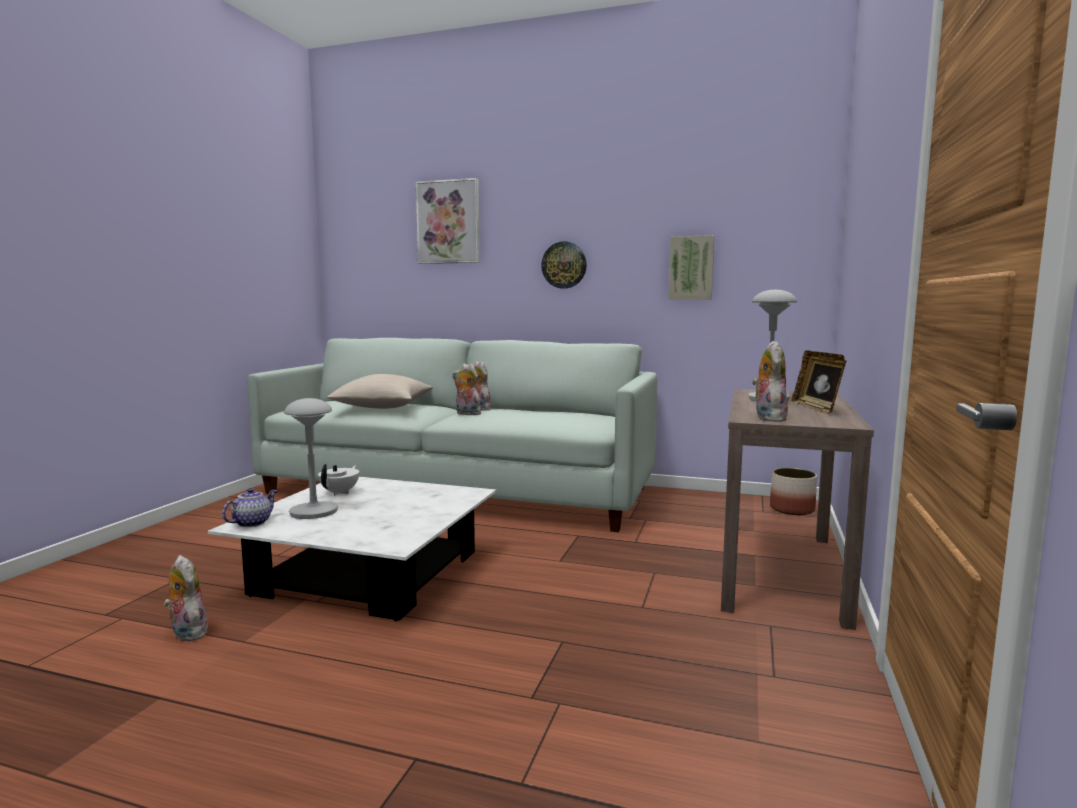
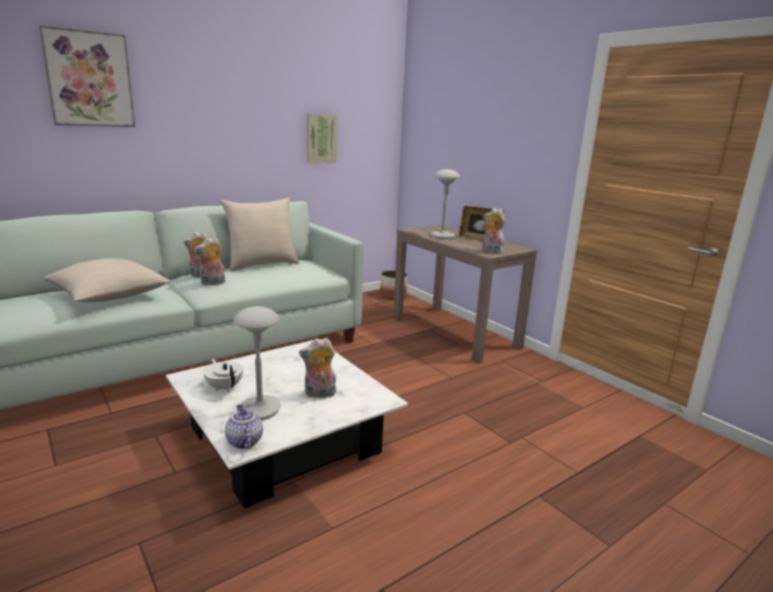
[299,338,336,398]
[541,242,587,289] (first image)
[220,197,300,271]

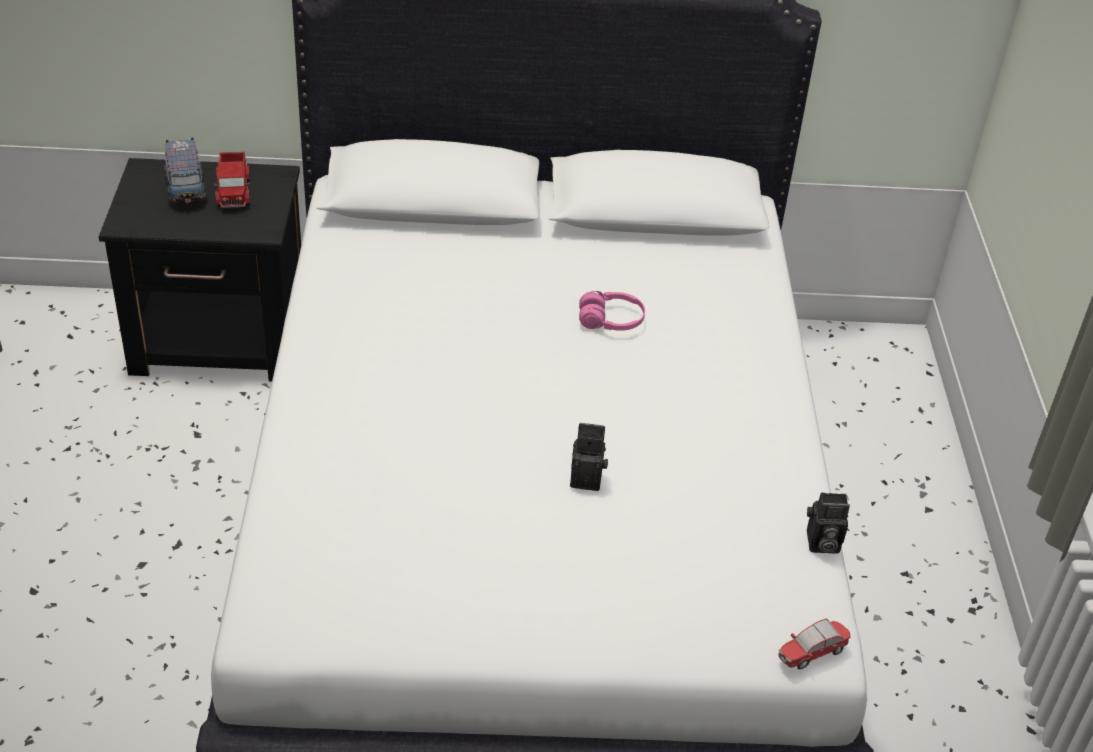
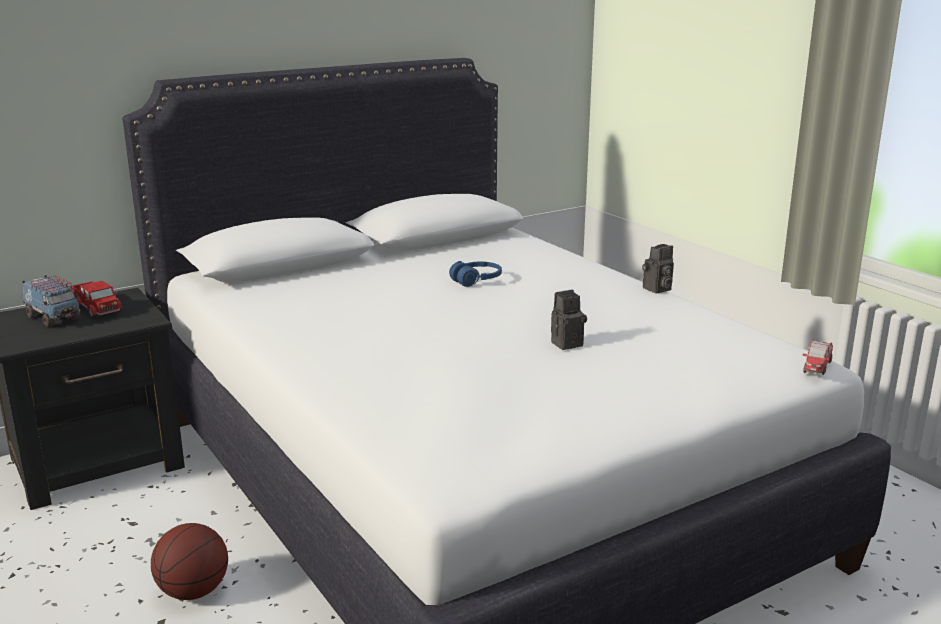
[449,261,502,287]
[642,244,674,294]
[151,523,228,600]

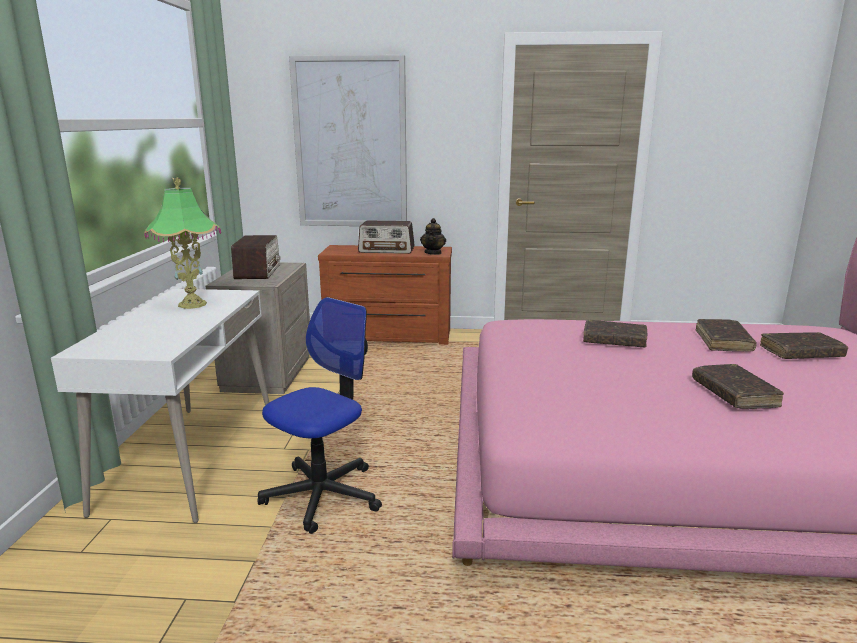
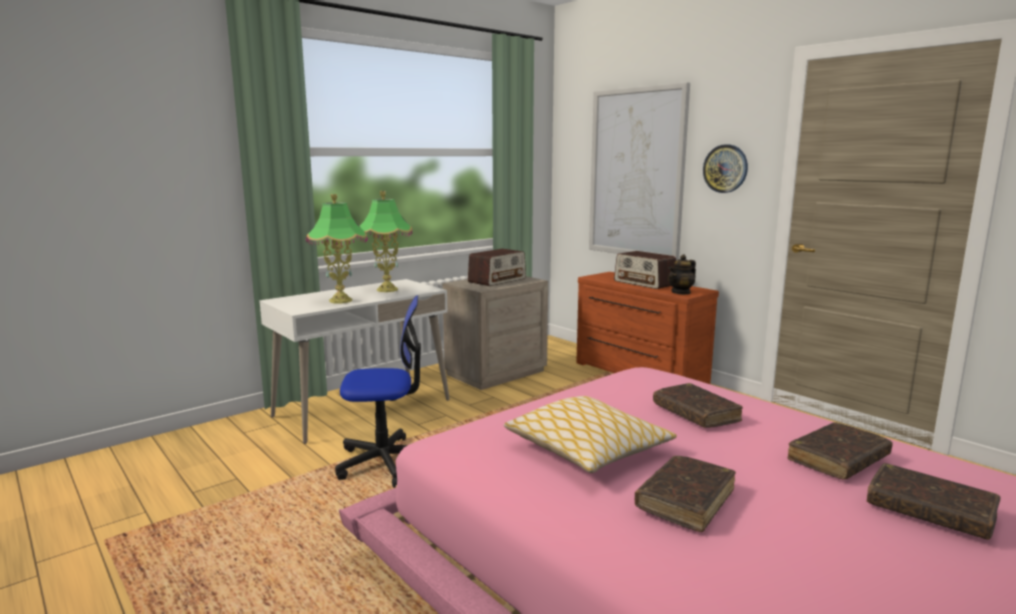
[306,194,368,303]
[504,396,677,473]
[703,145,748,193]

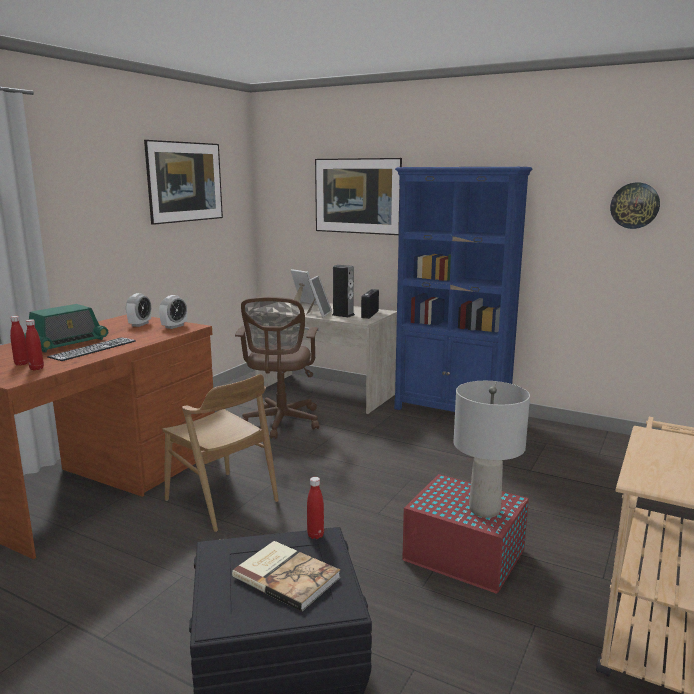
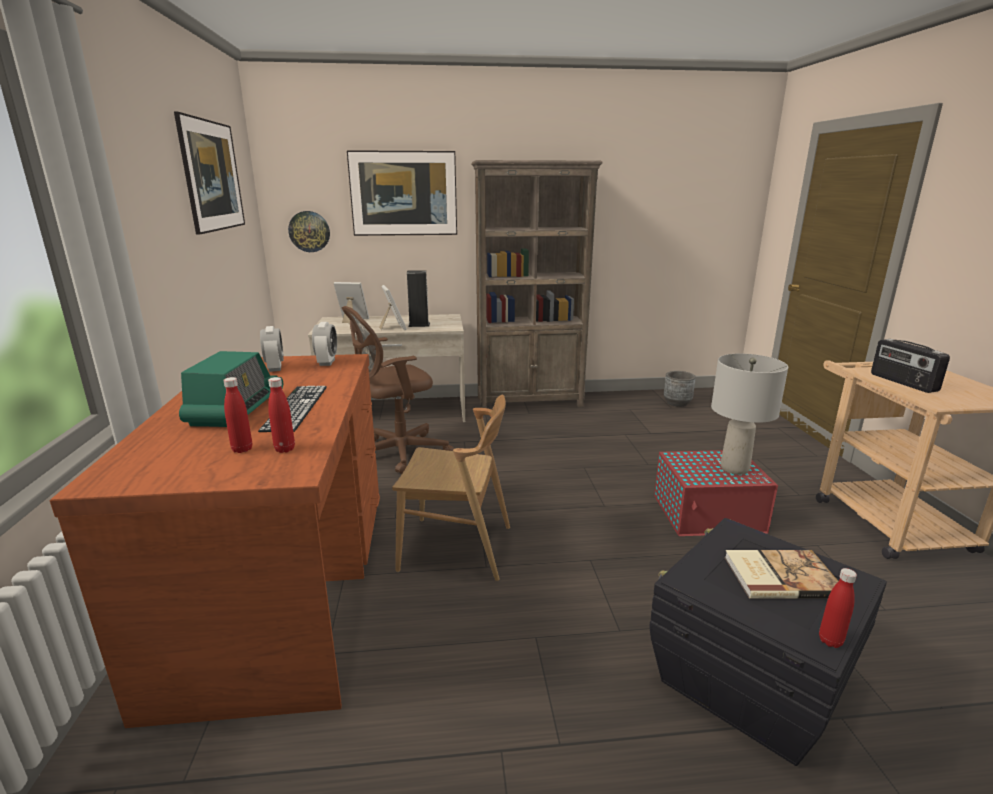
[342,306,454,474]
[819,568,857,648]
[871,339,950,393]
[471,160,603,408]
[288,211,330,252]
[664,371,696,407]

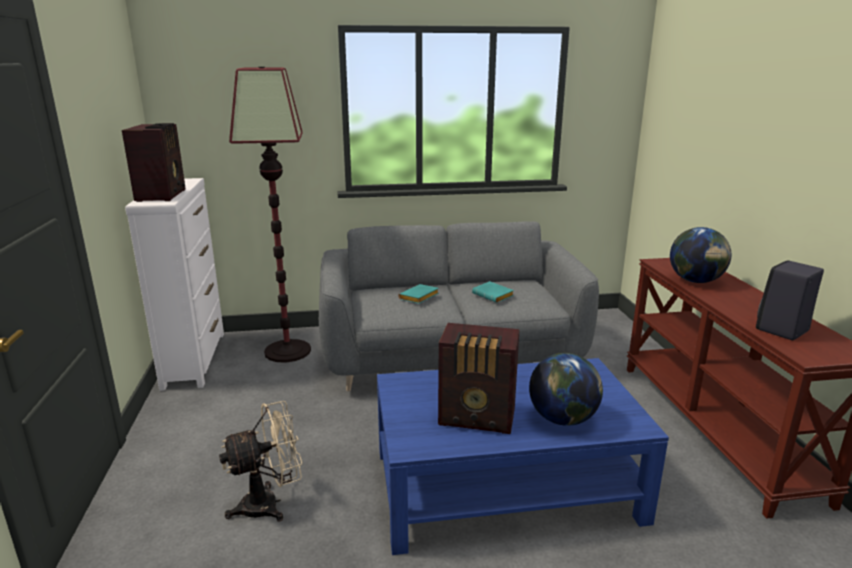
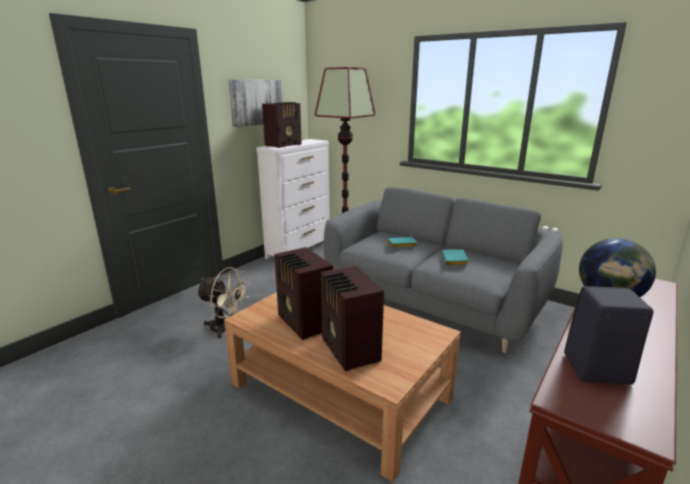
[224,292,461,482]
[321,266,384,371]
[229,80,283,127]

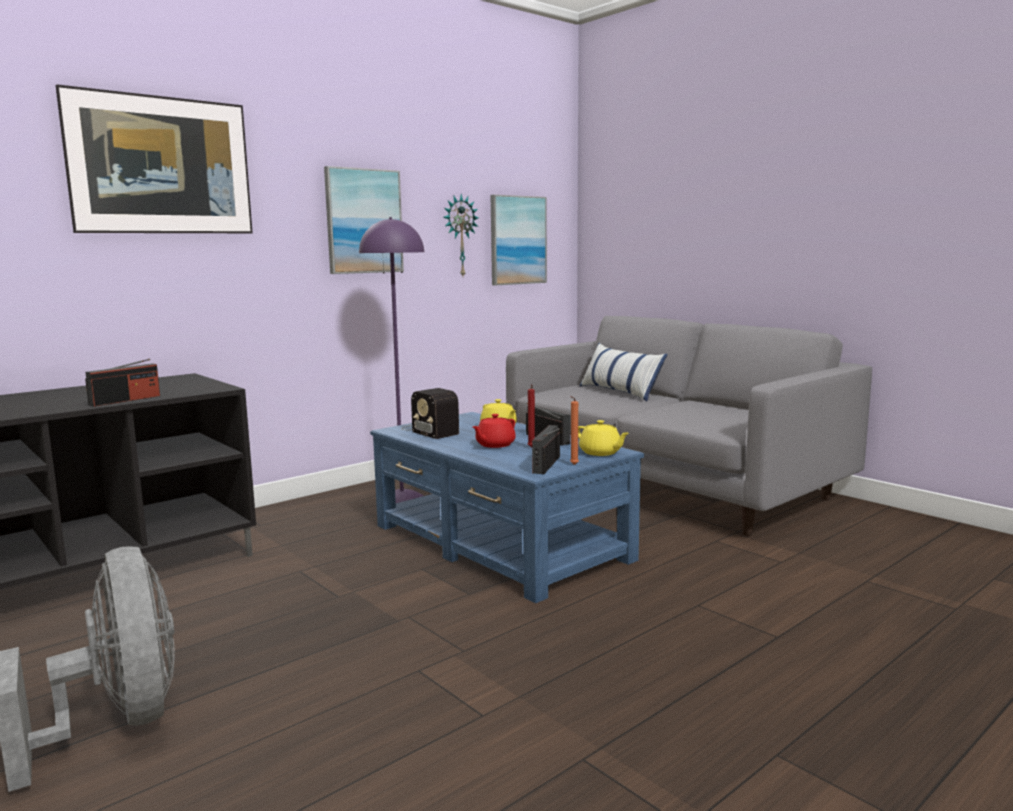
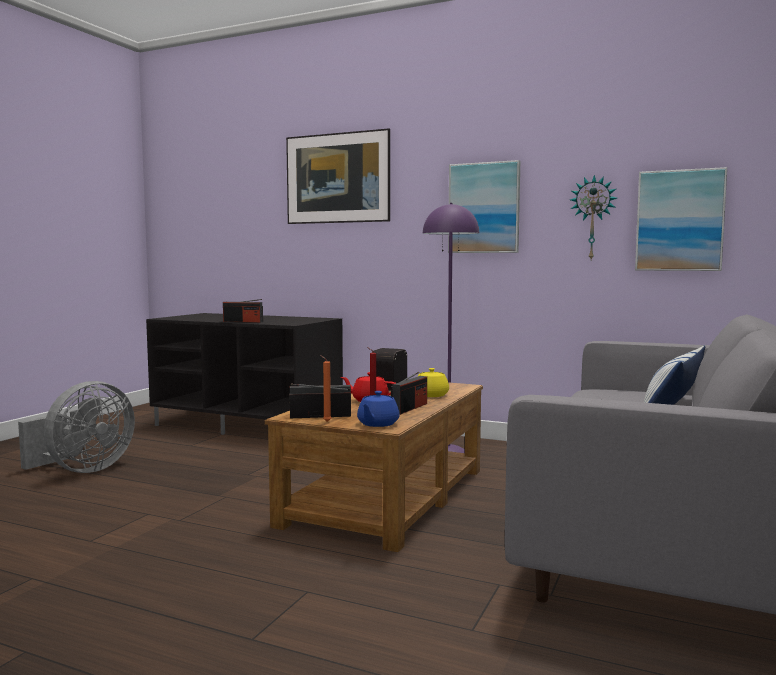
[265,382,483,552]
[357,391,400,427]

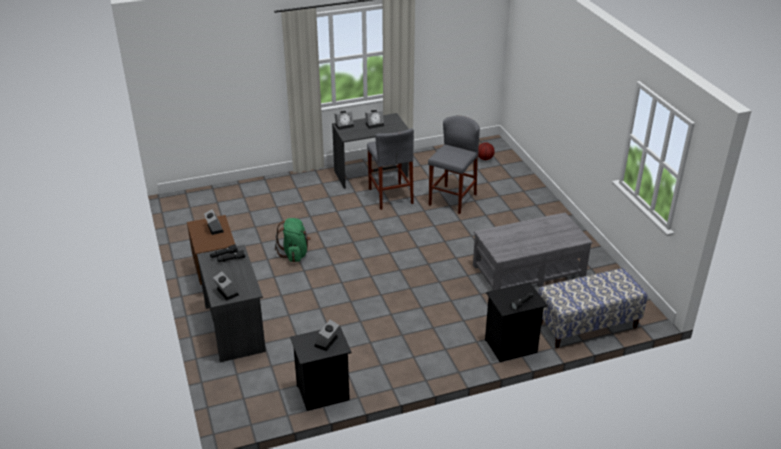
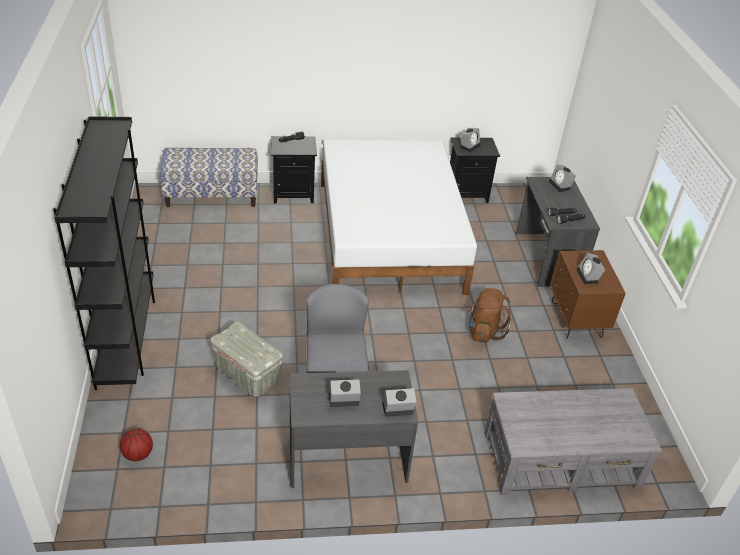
[467,288,511,343]
[210,322,283,396]
[484,388,662,495]
[53,116,155,390]
[321,140,477,295]

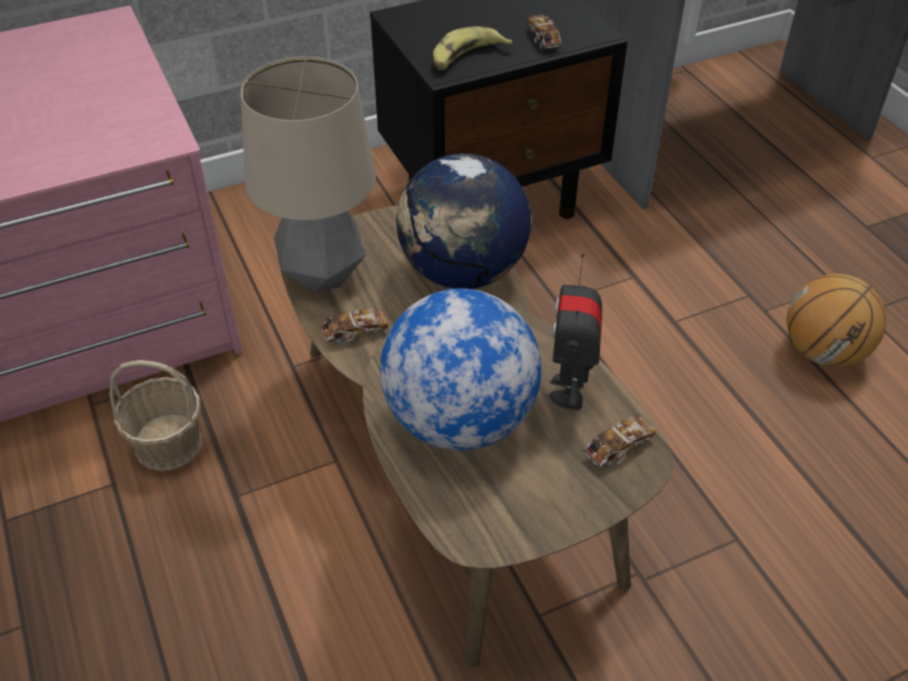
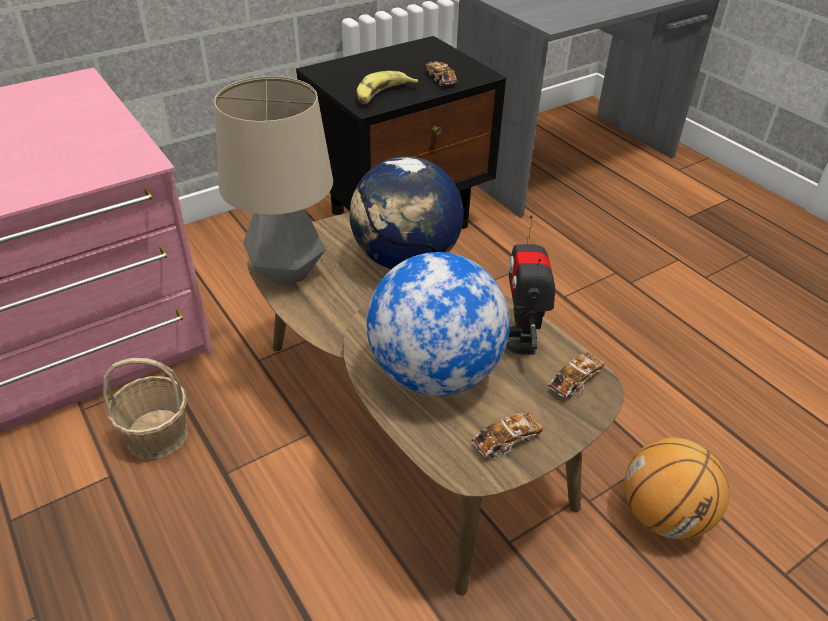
[471,412,543,458]
[625,437,730,539]

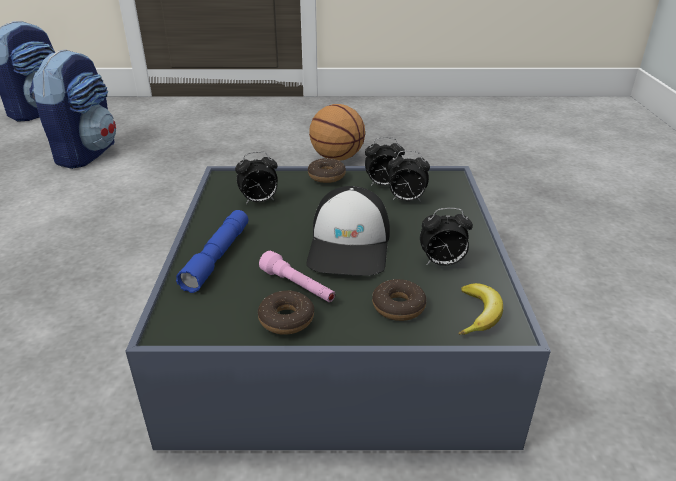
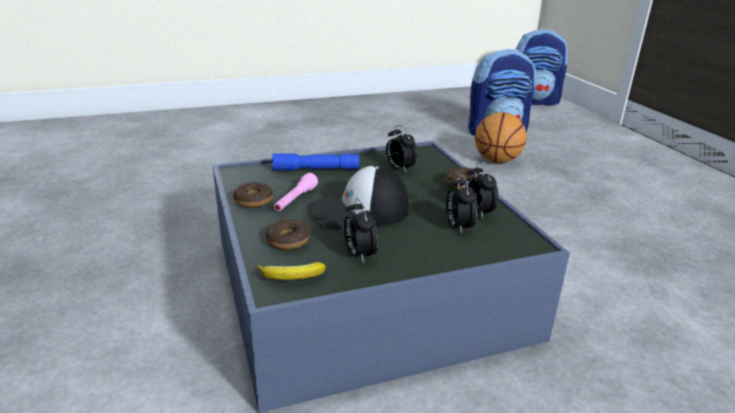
[475,112,527,163]

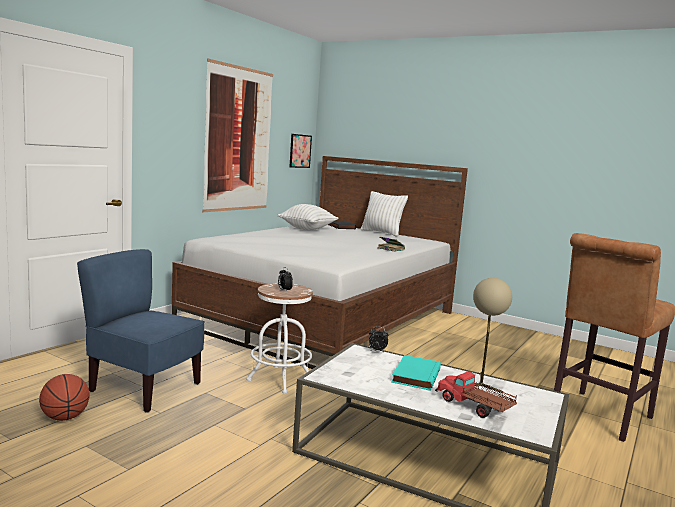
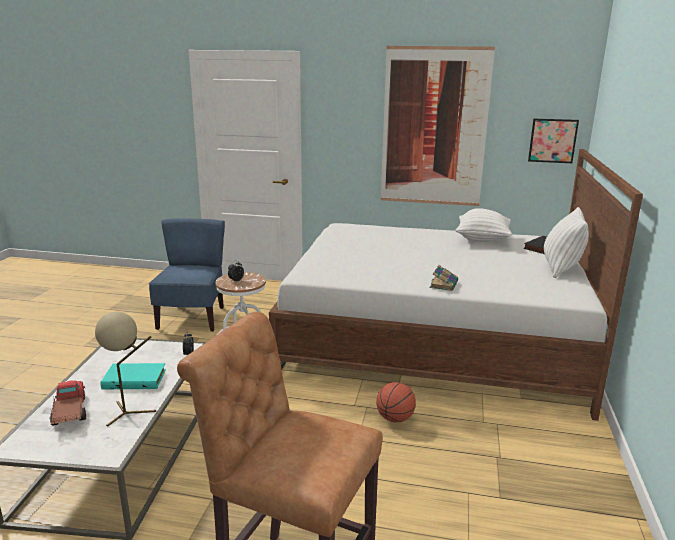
[376,382,416,423]
[49,380,86,426]

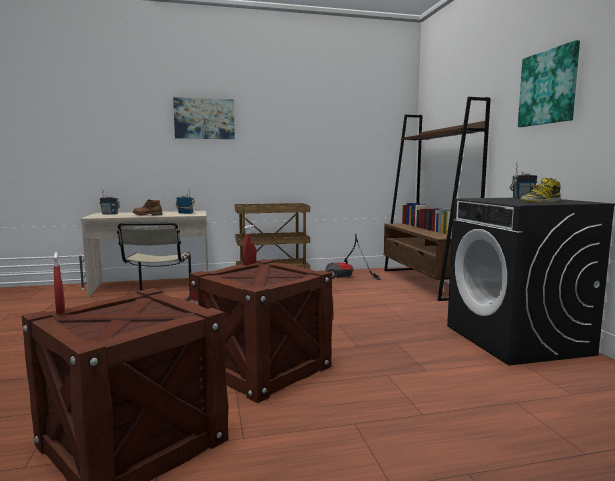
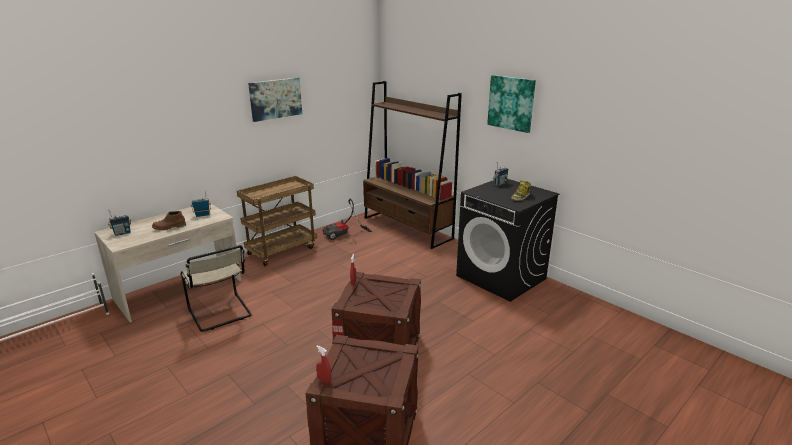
[248,78,302,122]

